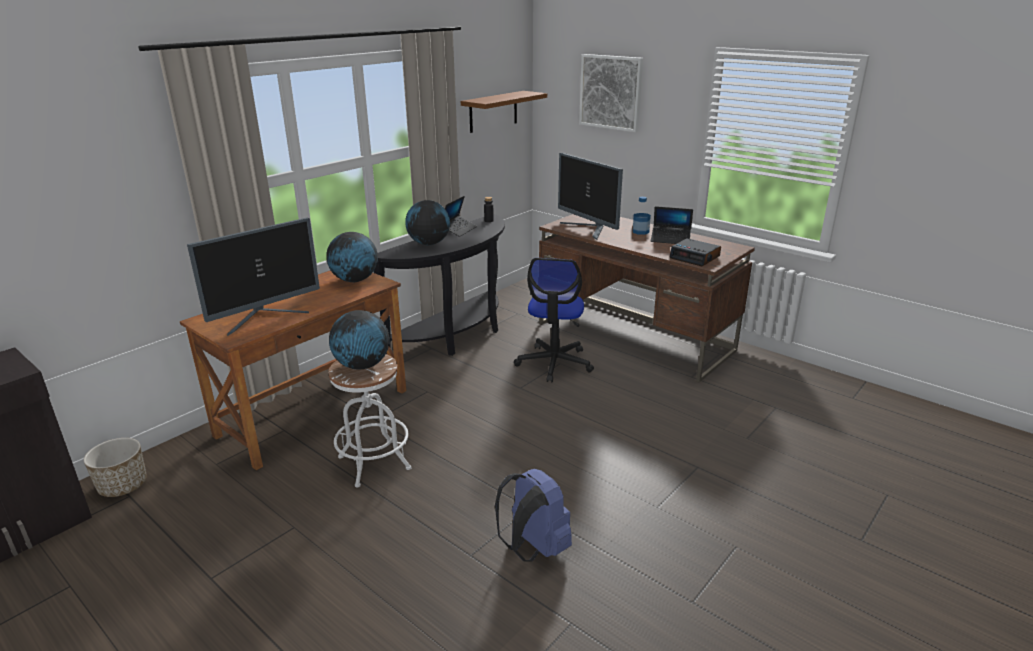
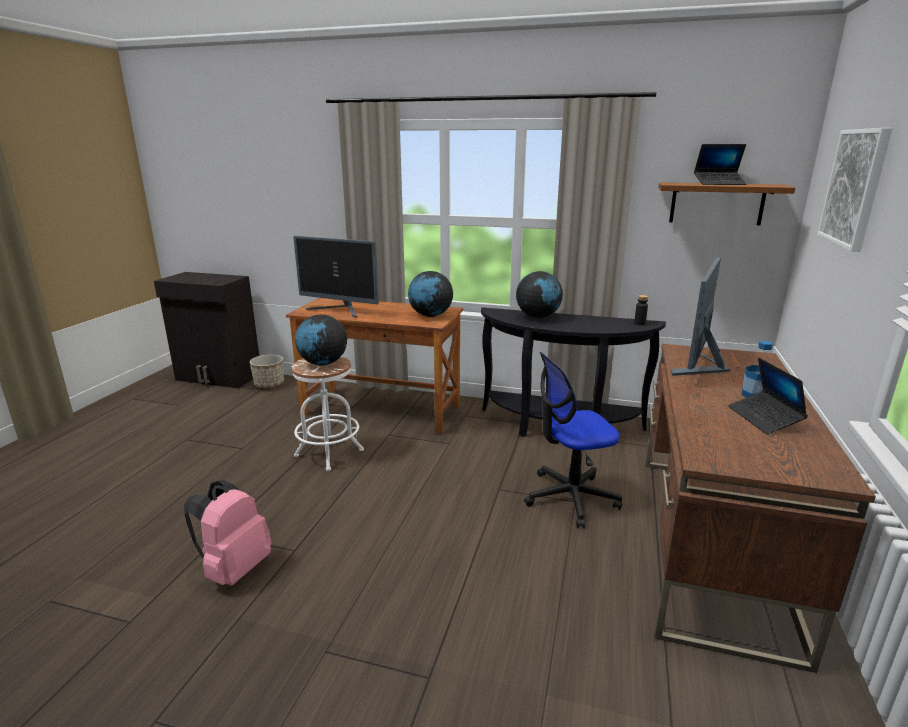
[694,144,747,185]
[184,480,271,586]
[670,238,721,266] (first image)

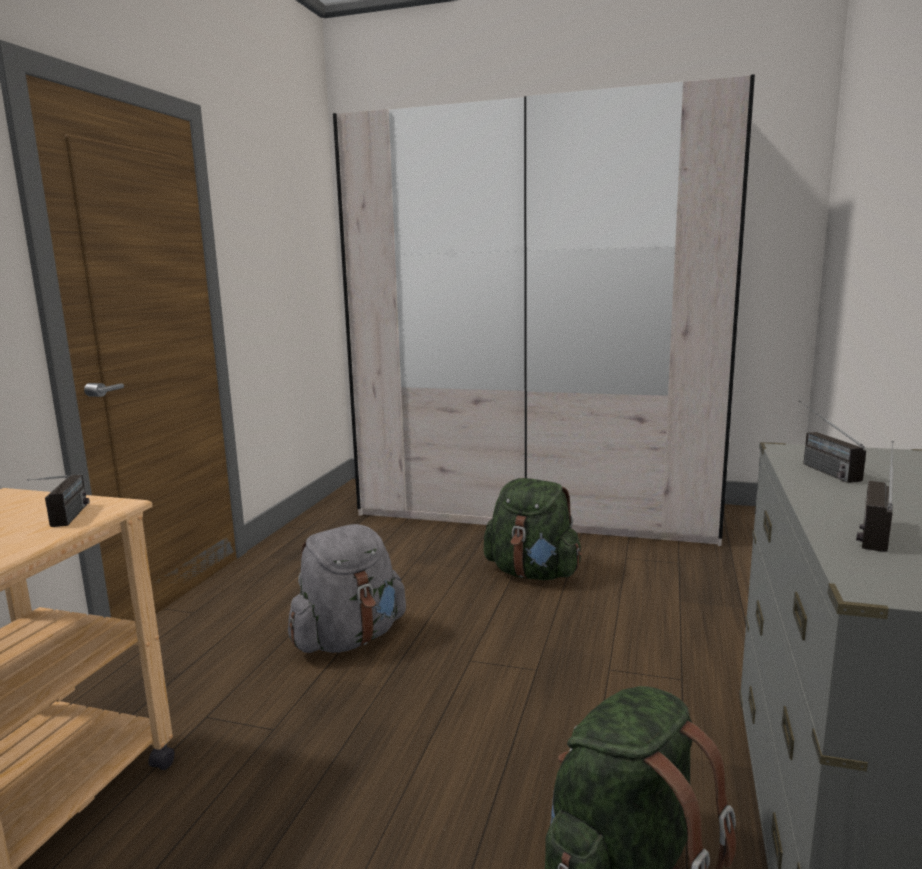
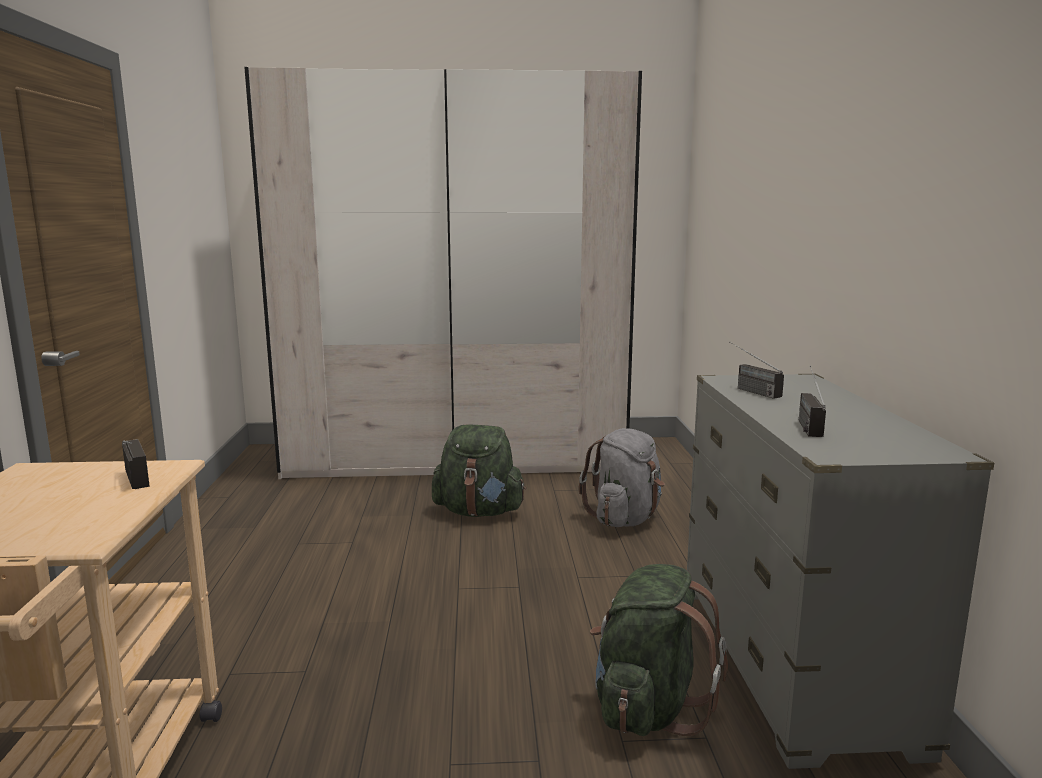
[579,428,665,527]

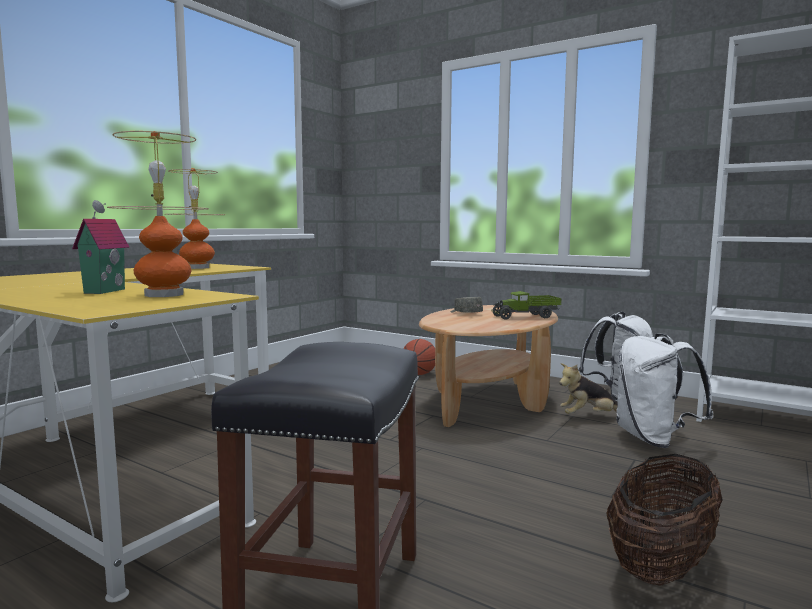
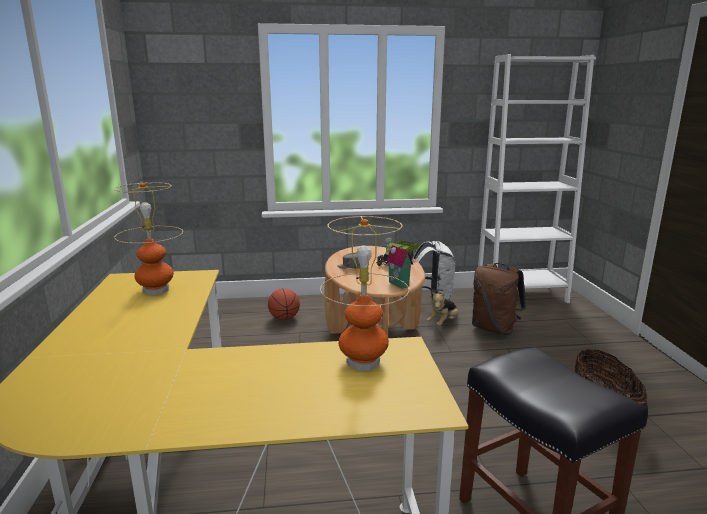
[385,238,413,288]
[472,263,526,335]

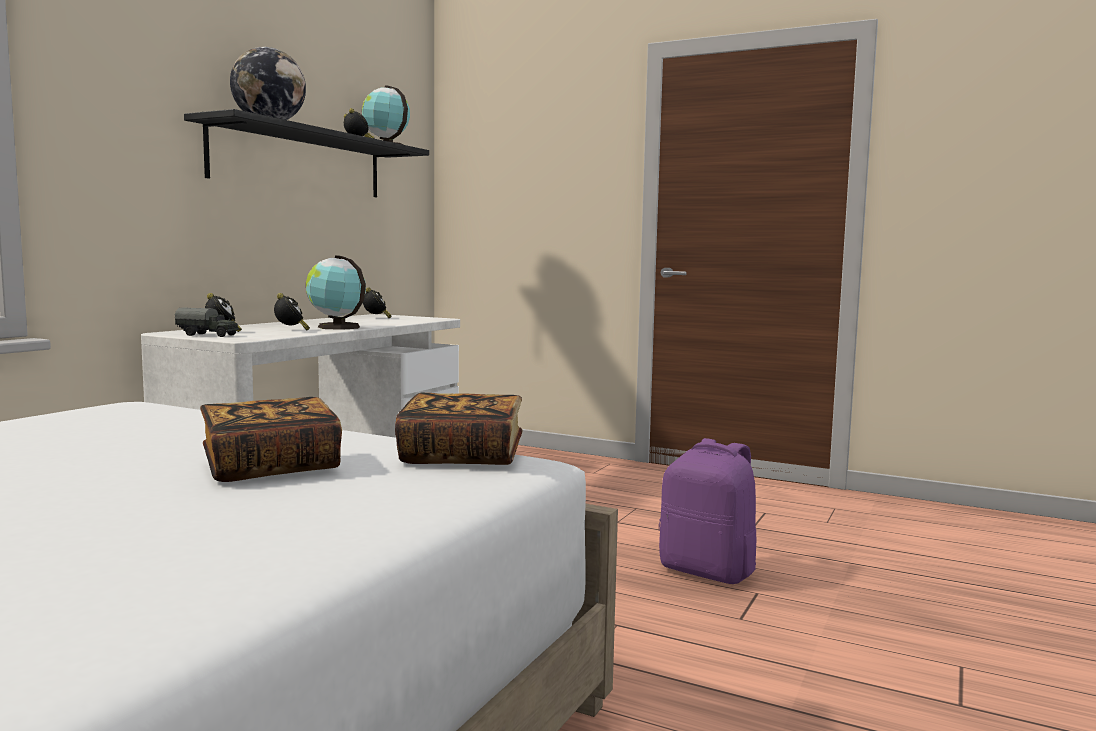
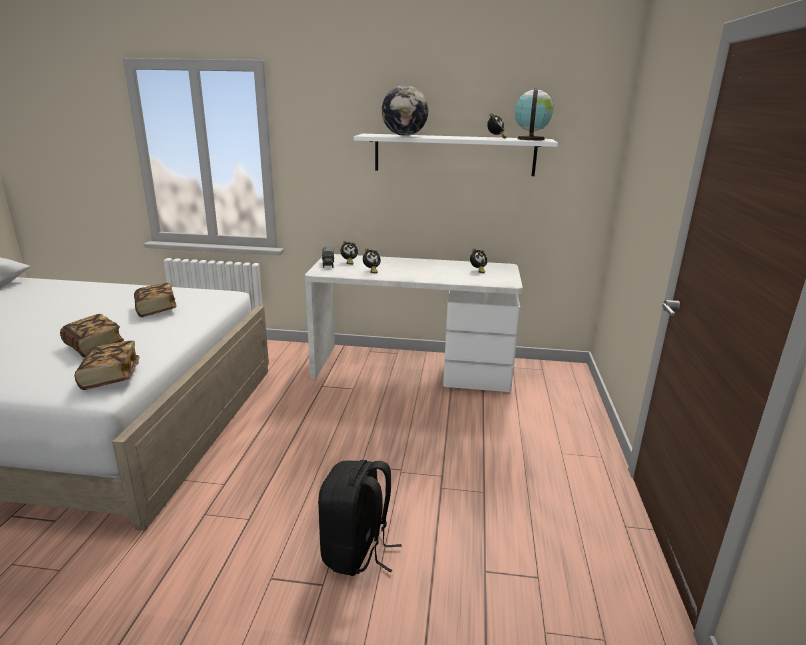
[354,134,558,176]
[306,255,366,330] (first image)
[318,460,402,576]
[134,283,176,317]

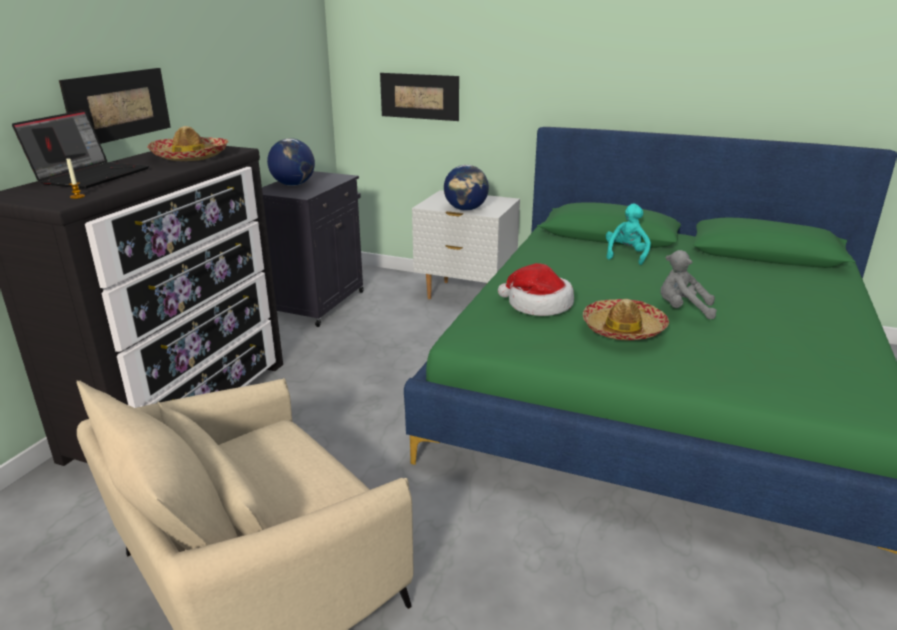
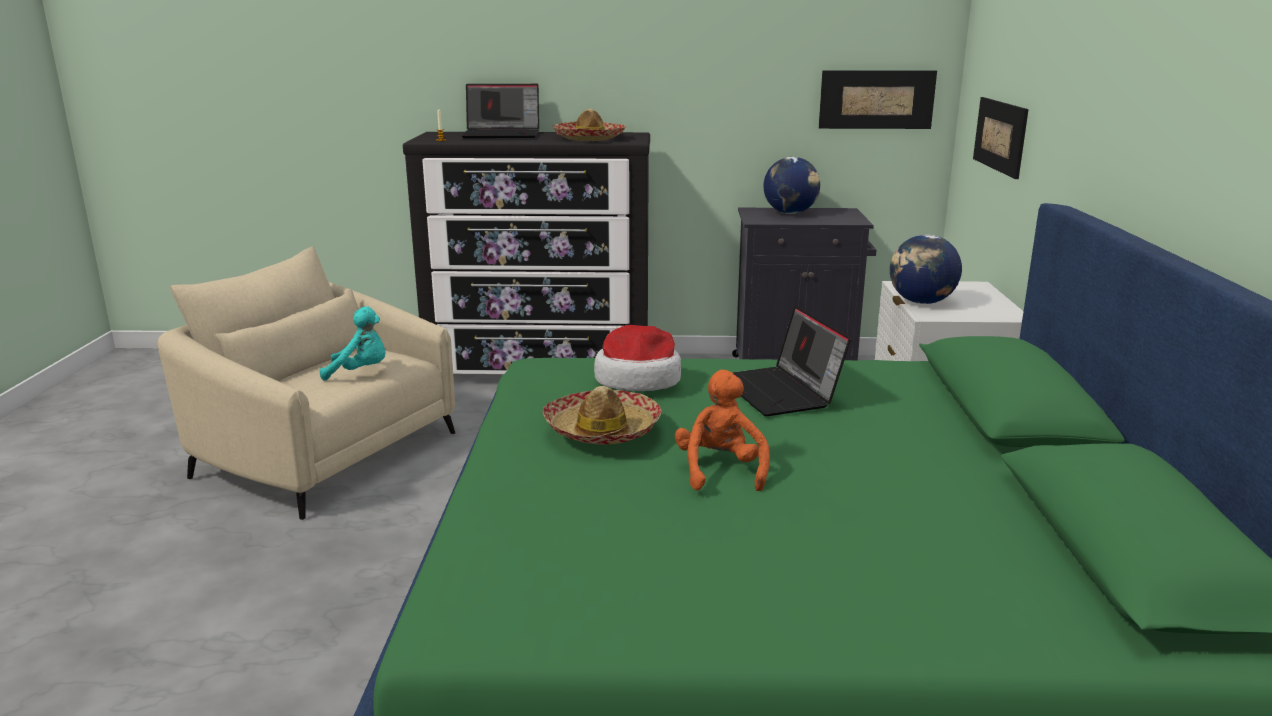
[819,70,937,129]
[320,306,386,381]
[675,370,770,491]
[732,306,851,416]

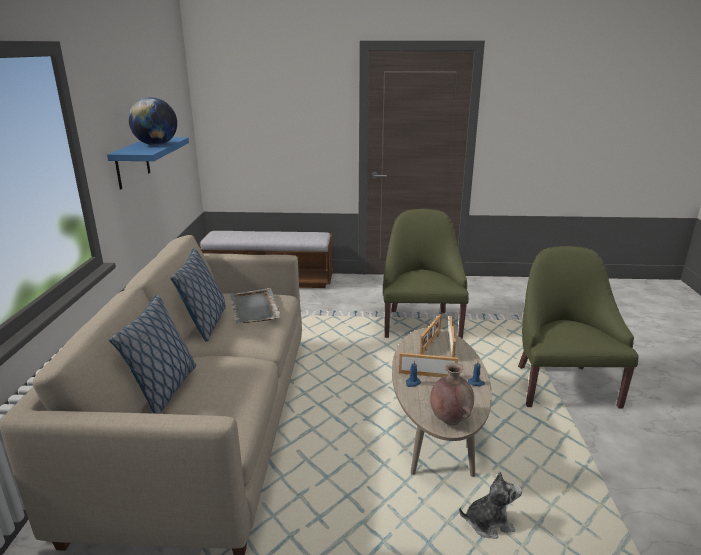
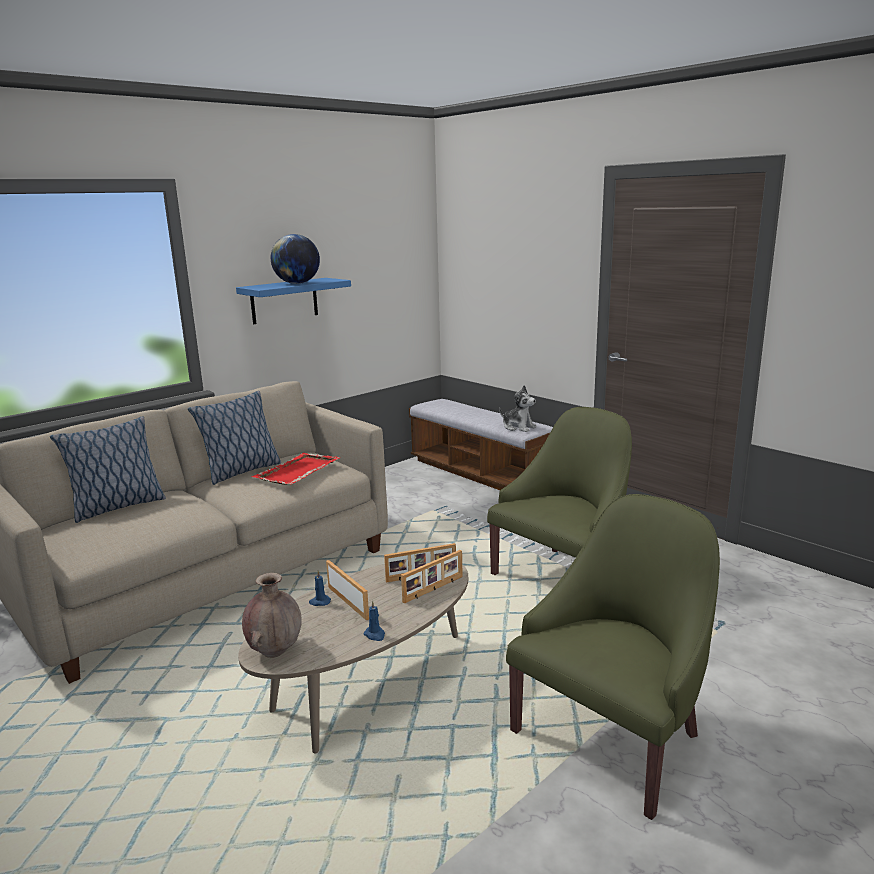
[252,453,341,485]
[499,386,536,432]

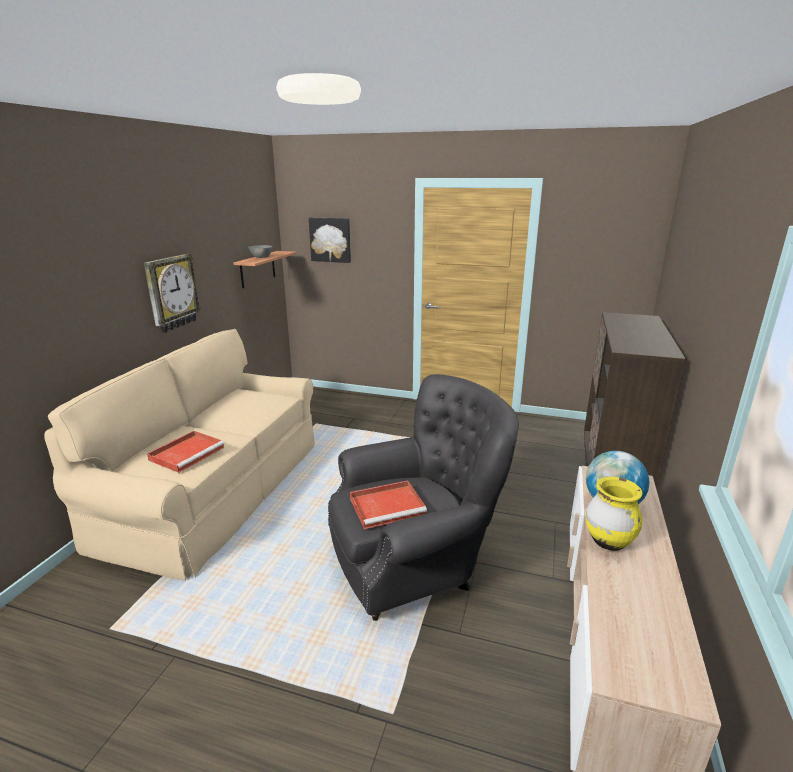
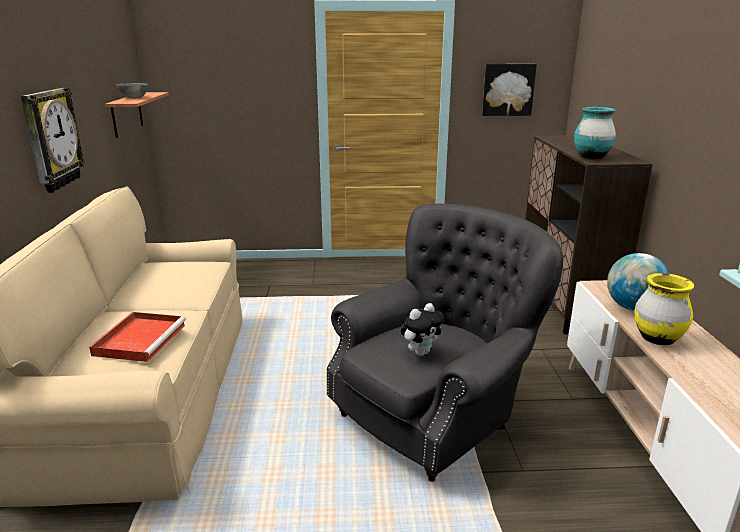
[482,64,537,116]
[401,303,445,356]
[574,107,616,160]

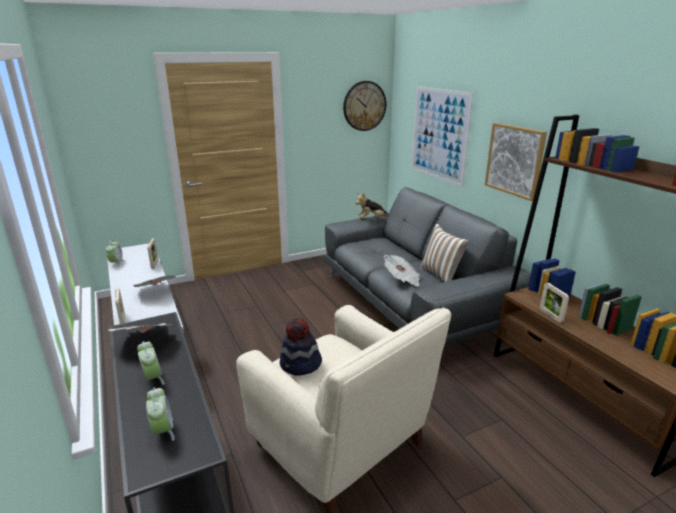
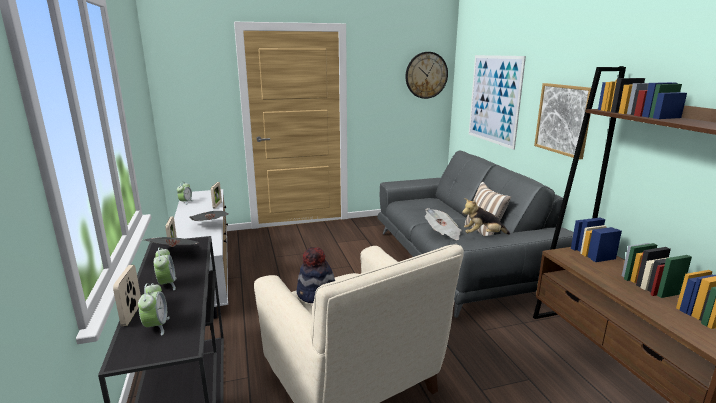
[462,198,510,234]
[113,265,141,326]

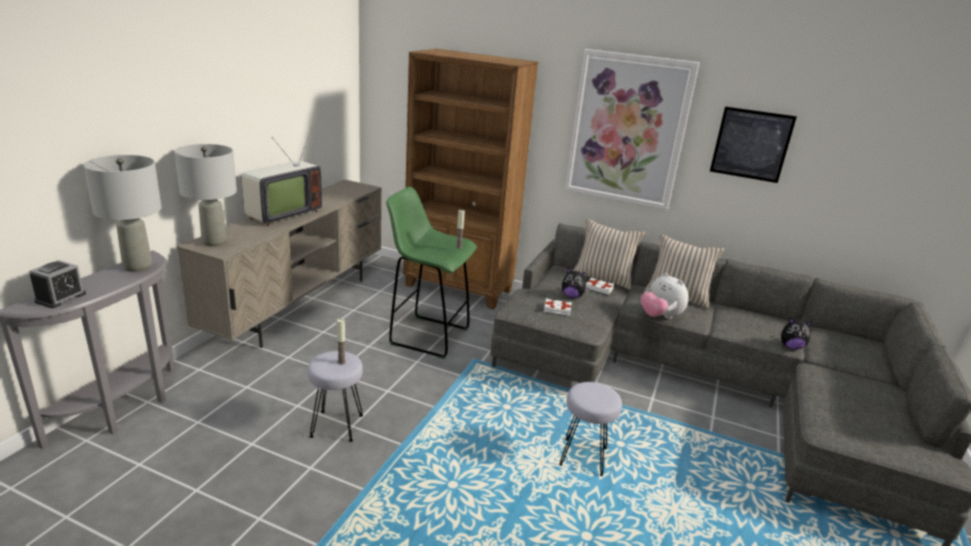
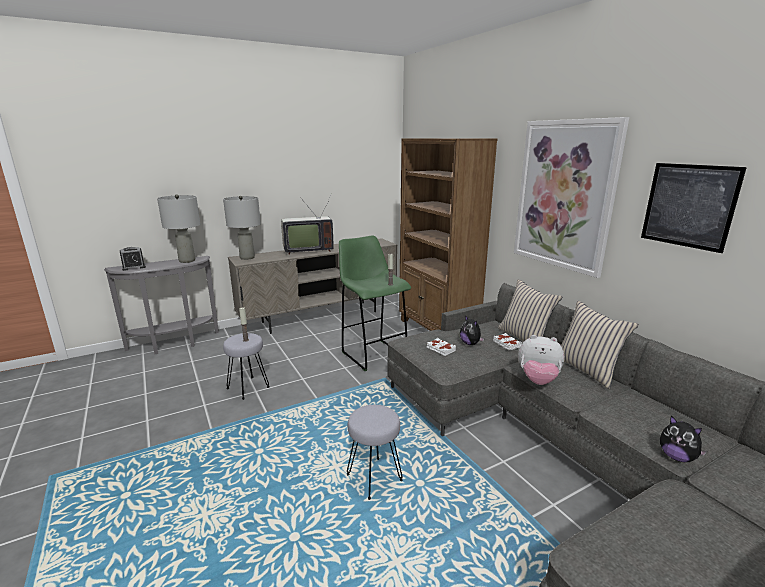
[518,335,564,385]

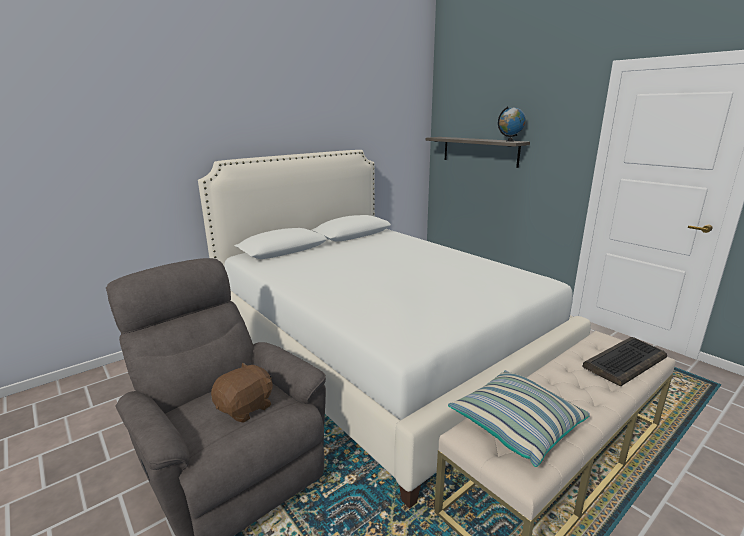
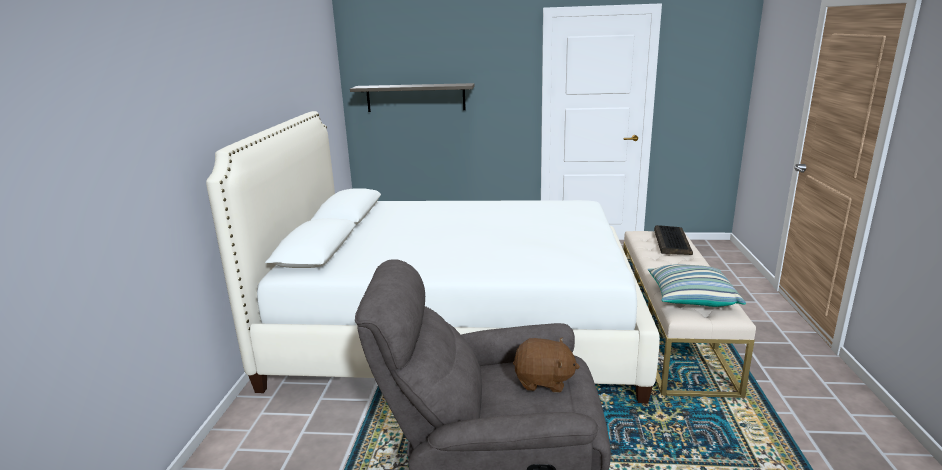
[513,338,580,393]
[498,106,526,142] (first image)

